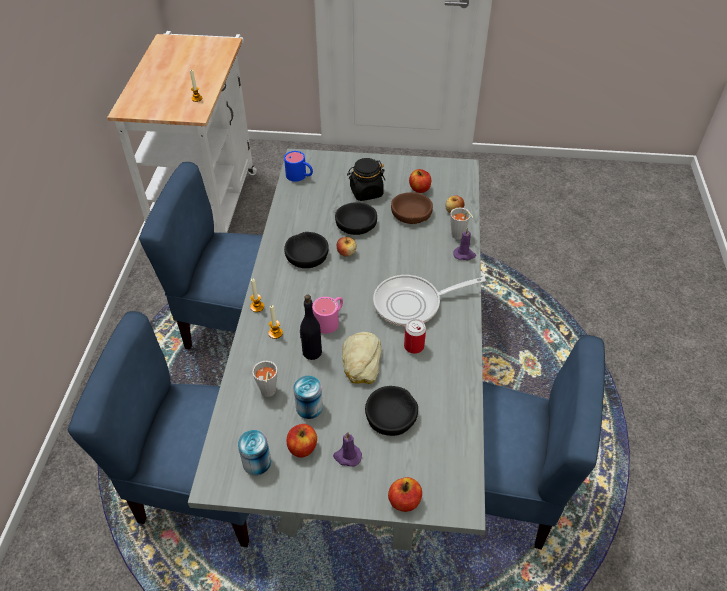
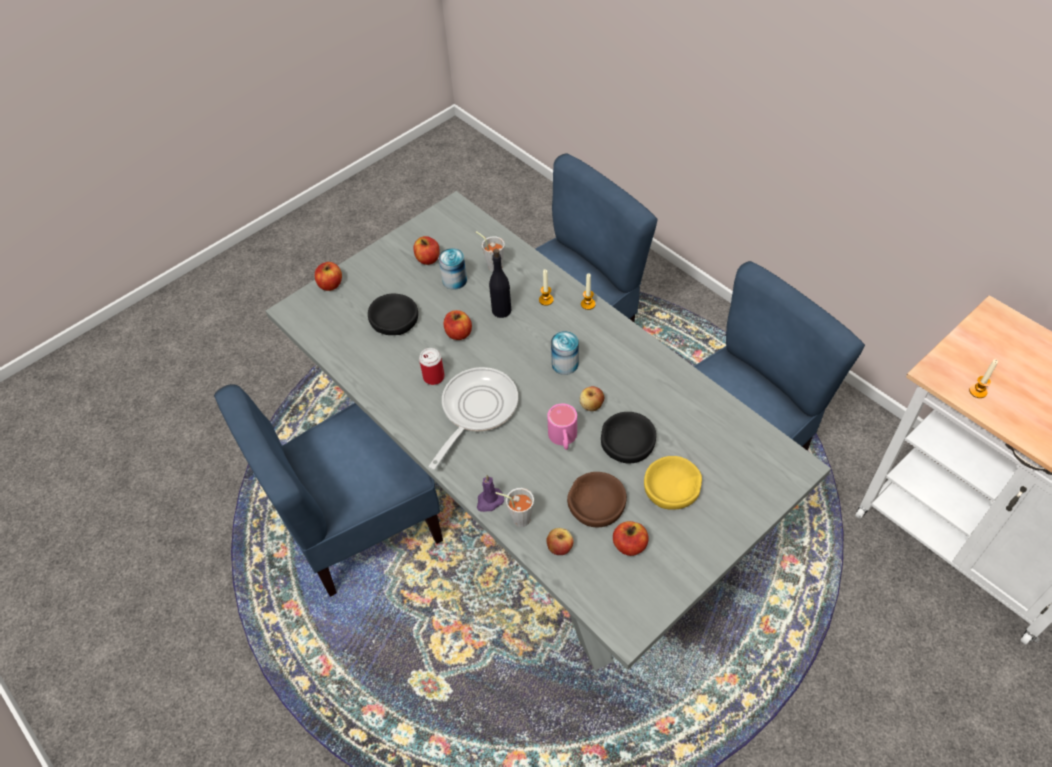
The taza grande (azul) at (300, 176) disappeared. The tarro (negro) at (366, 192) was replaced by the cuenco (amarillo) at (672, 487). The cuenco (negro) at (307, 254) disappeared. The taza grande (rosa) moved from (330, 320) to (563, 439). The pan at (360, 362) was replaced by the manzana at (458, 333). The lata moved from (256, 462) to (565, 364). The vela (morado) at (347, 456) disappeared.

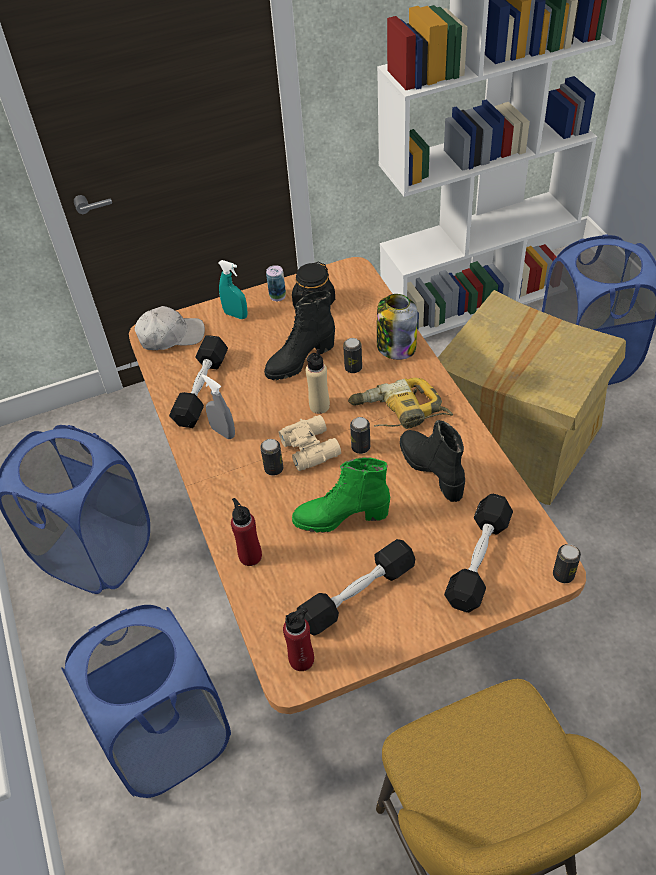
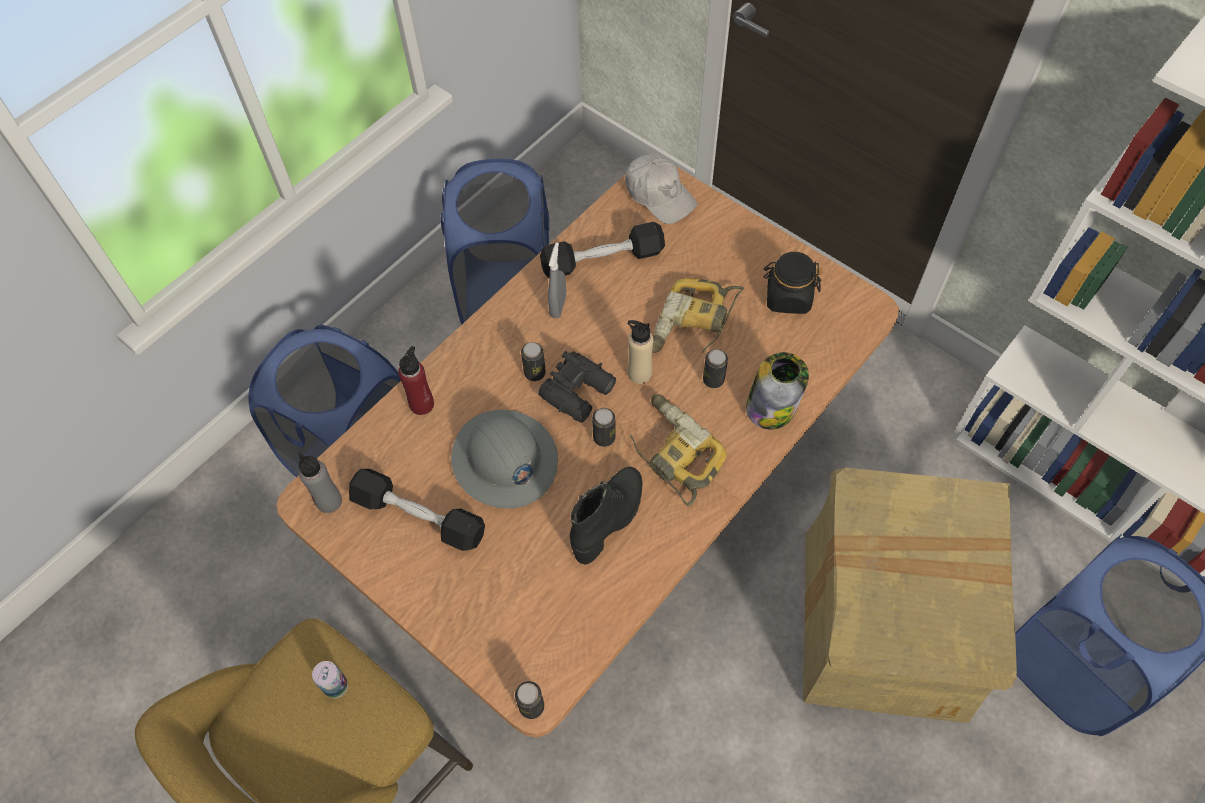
The pulverizador (turquesa) at (236, 315) disappeared. The lata moved from (277, 296) to (336, 686). The bota (negro) at (300, 360) was replaced by the taladro at (694, 325). The prismáticos (beis) at (311, 447) became the prismáticos (negro) at (580, 392). The bota (verde) at (341, 517) was replaced by the casco (gris) at (504, 460). The mancuerna (negro) at (478, 560) disappeared. The botella (rojo) at (301, 659) became the botella (gris) at (329, 501).

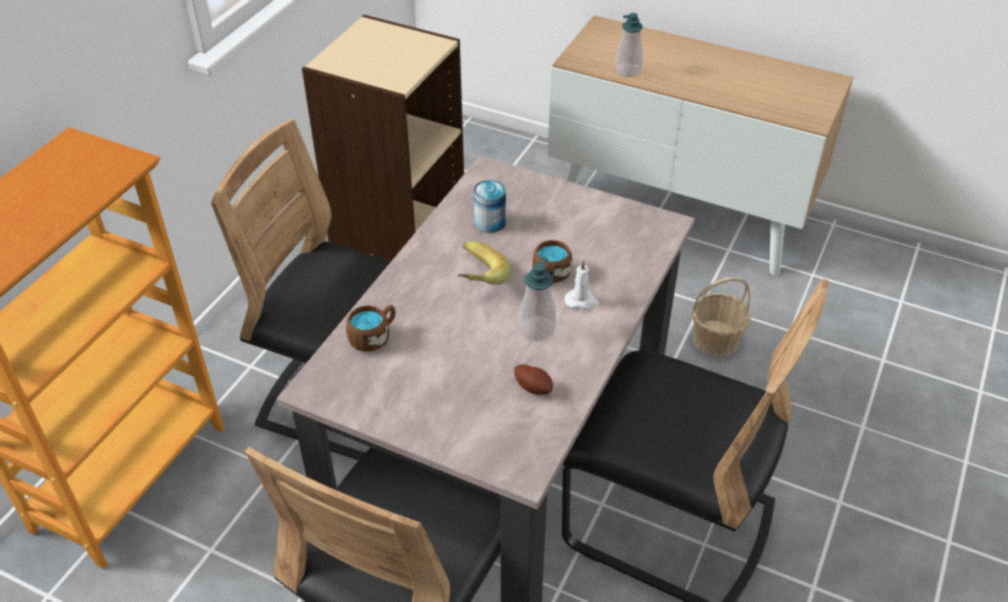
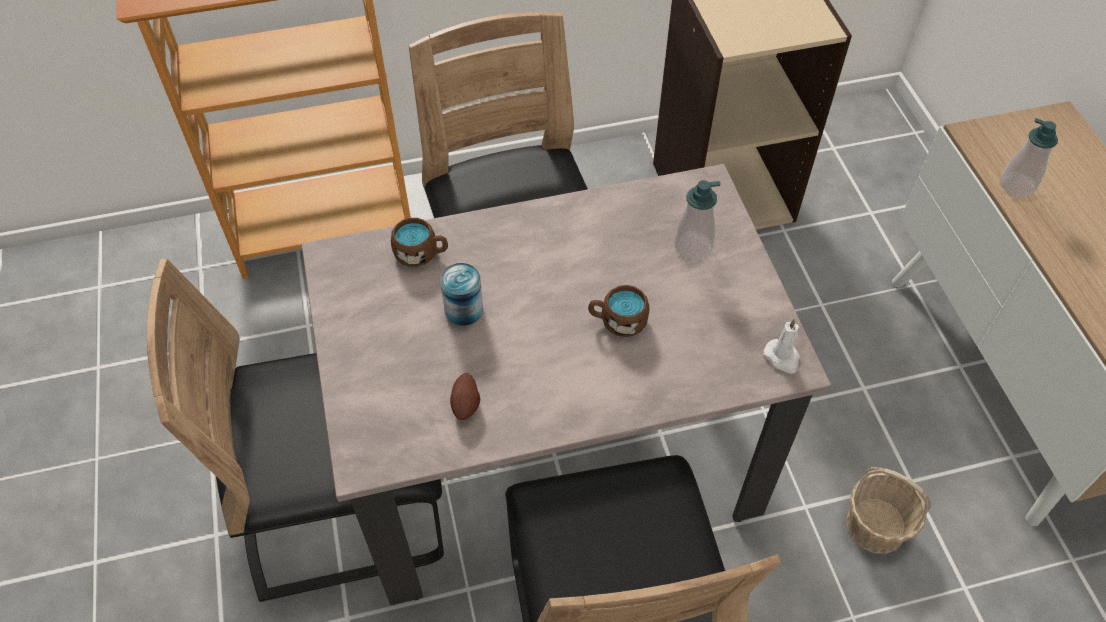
The lata moved from (490, 222) to (464, 309). The plátano at (475, 279) disappeared. The dispensador de jabón moved from (537, 329) to (693, 246). The vela (blanco) moved from (582, 301) to (782, 357).

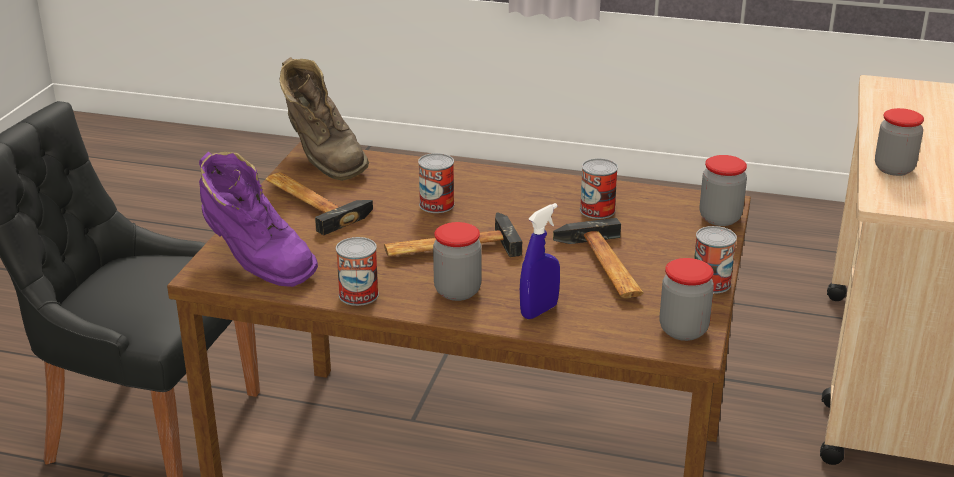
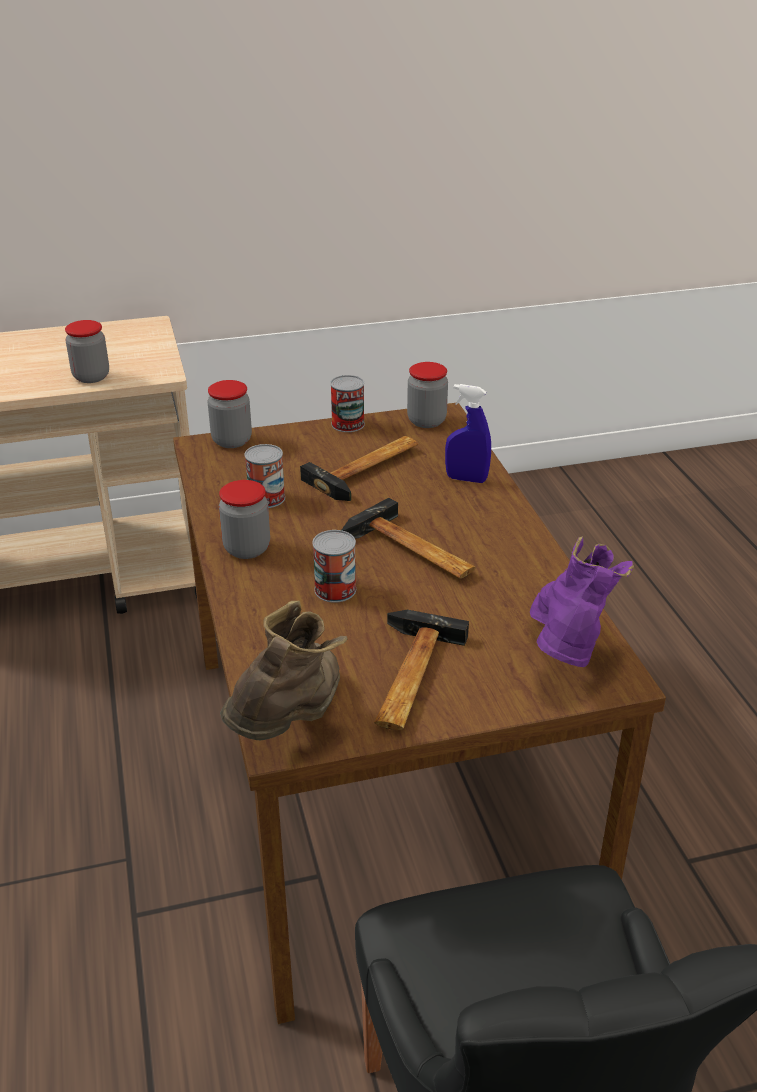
The tarro moved from (457, 291) to (247, 549). The lata at (358, 295) disappeared.

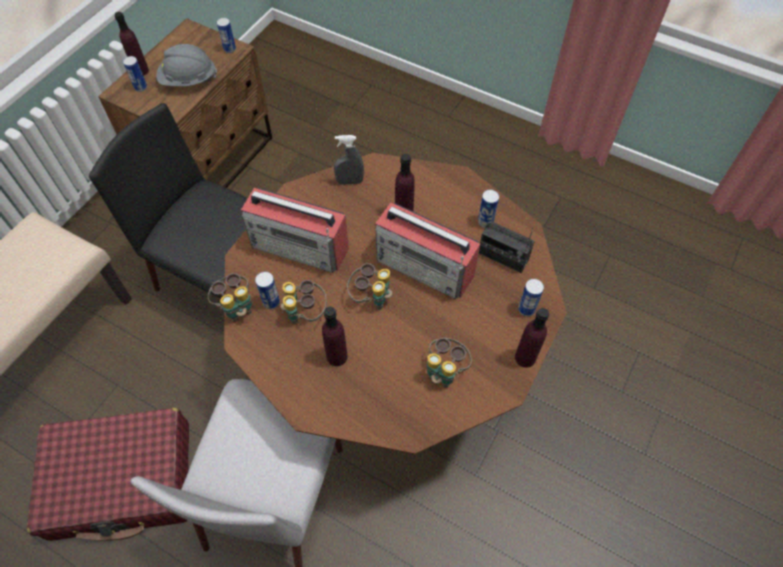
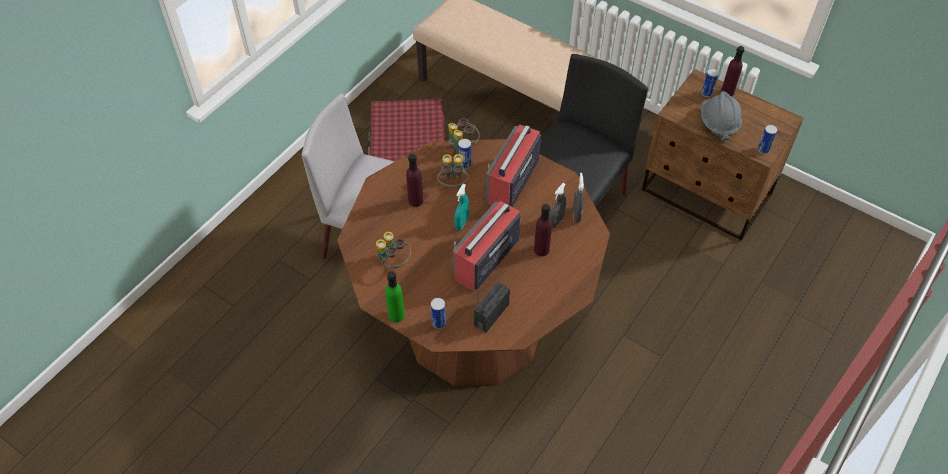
The lata at (485, 222) disappeared. The prismáticos at (371, 297) was replaced by the pulverizador (turquesa) at (461, 223). The botella (morado) at (525, 357) became the botella (verde) at (396, 315). The pulverizador (gris) at (556, 221) appeared.

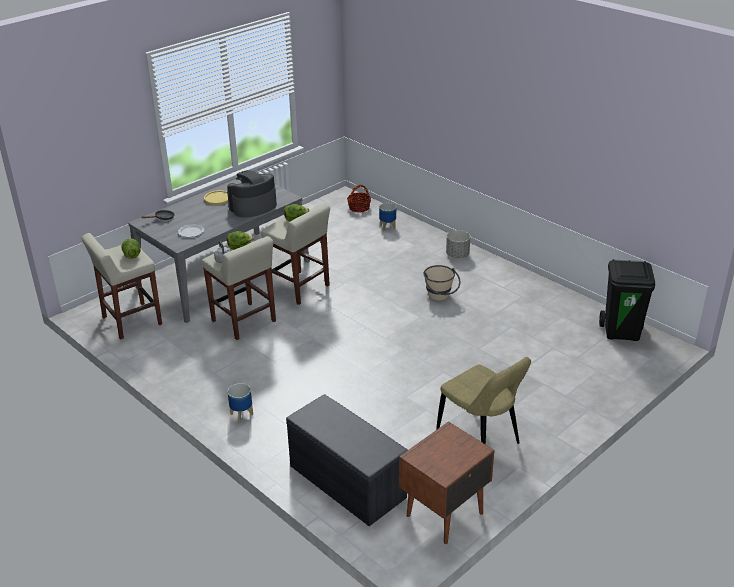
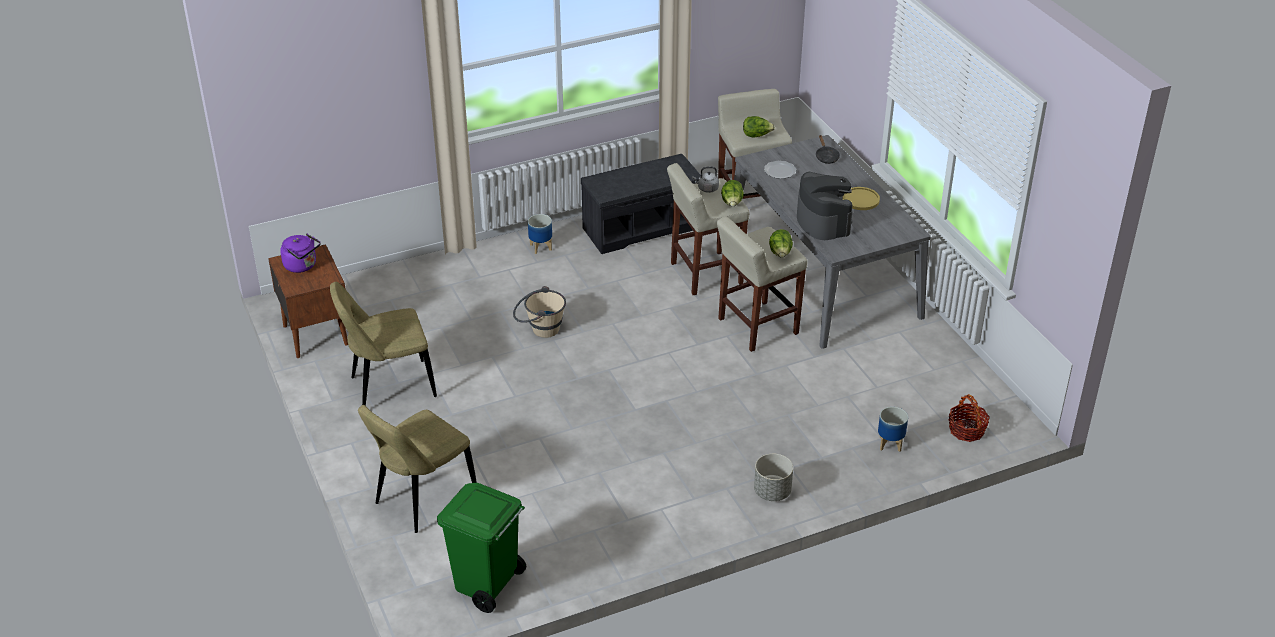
The papelera (negro) at (621, 332) became the papelera (verde) at (487, 586). The cubo (beis) moved from (440, 297) to (540, 329). The banco (gris) moved from (345, 481) to (642, 227). The hervidor (morado) at (302, 266) appeared. The silla (beis) at (422, 500) appeared.

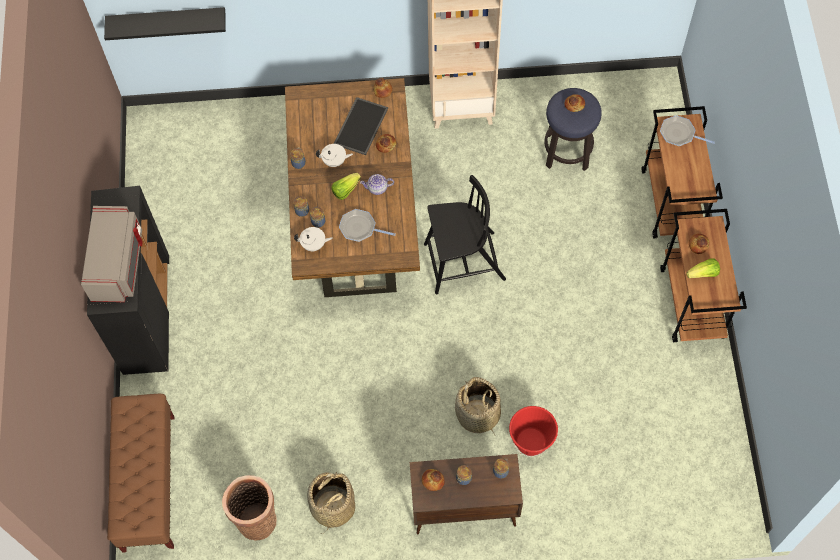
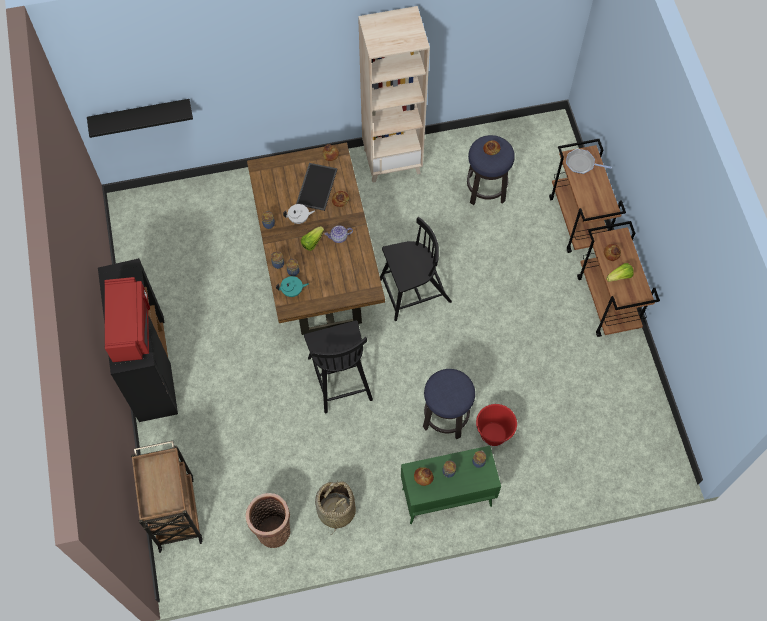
The microondas (gris) at (118, 264) became the microondas (rojo) at (131, 327). The sartén at (360, 228) disappeared. The tetera (blanco) at (314, 244) became the tetera (turquesa) at (292, 291). The cesta at (478, 414) was replaced by the taburete at (446, 417). The banco (marrón) at (149, 482) was replaced by the carrito (marrón) at (176, 511). The armario (marrón) at (463, 509) became the armario (verde) at (446, 498). The silla (negro) at (339, 377) appeared.

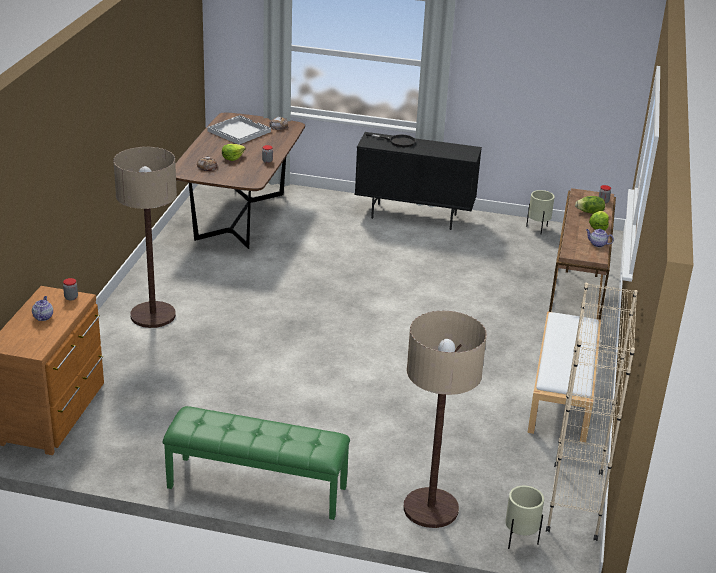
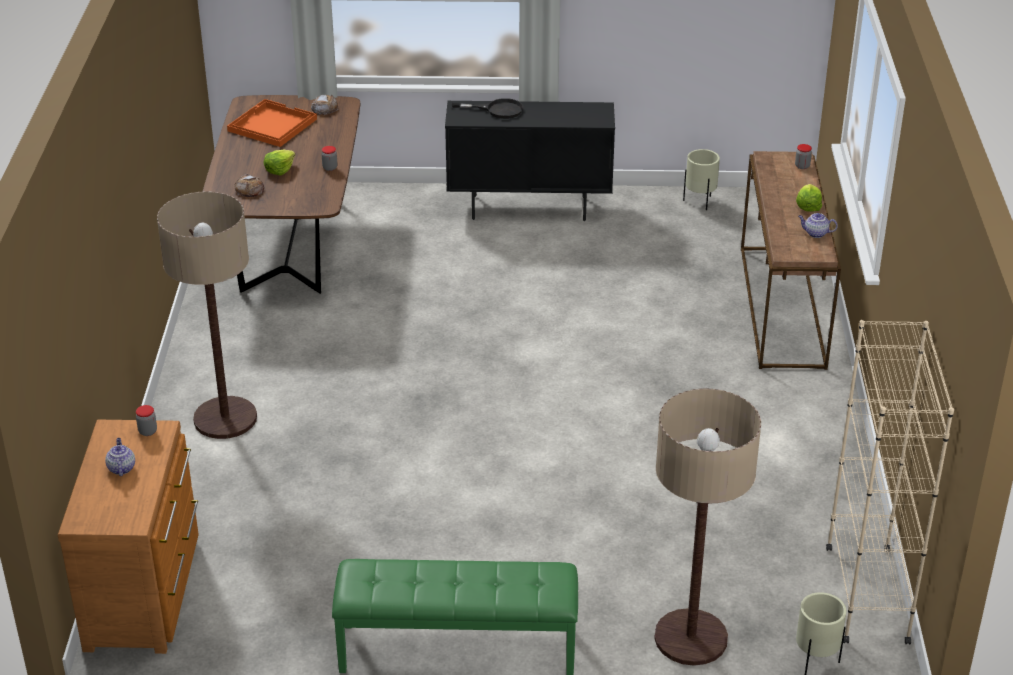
The bandeja (blanco) at (238, 131) became the bandeja (naranja) at (271, 125). The lechuga at (590, 212) disappeared. The banco (blanco) at (563, 393) disappeared.

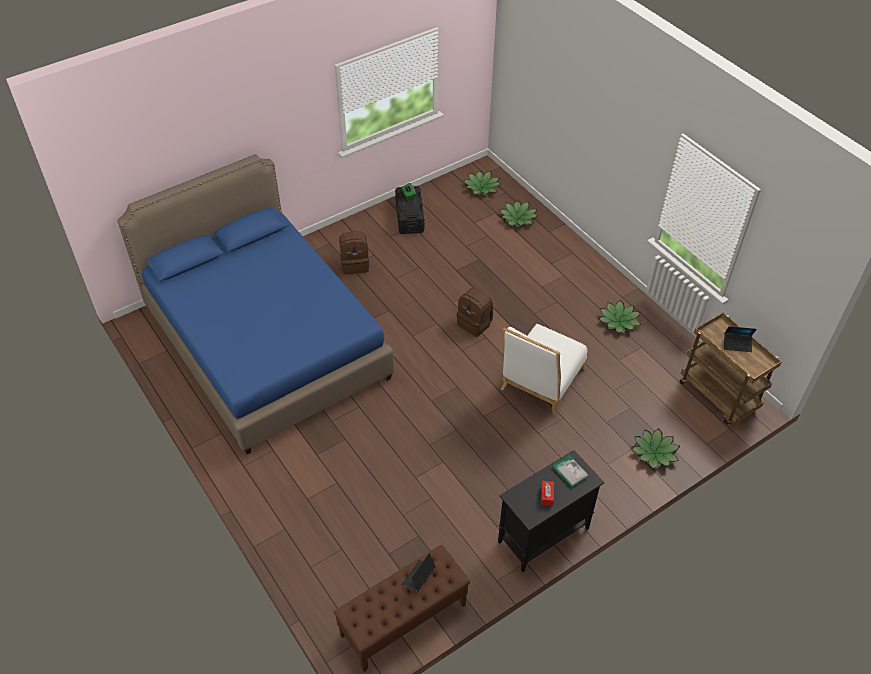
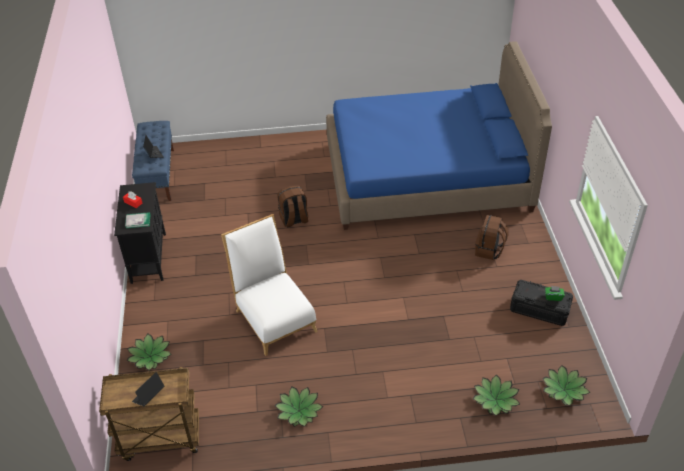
The mochila (marrón) moved from (475, 323) to (294, 220). The banco (marrón) at (403, 620) became the banco (azul) at (157, 175).

